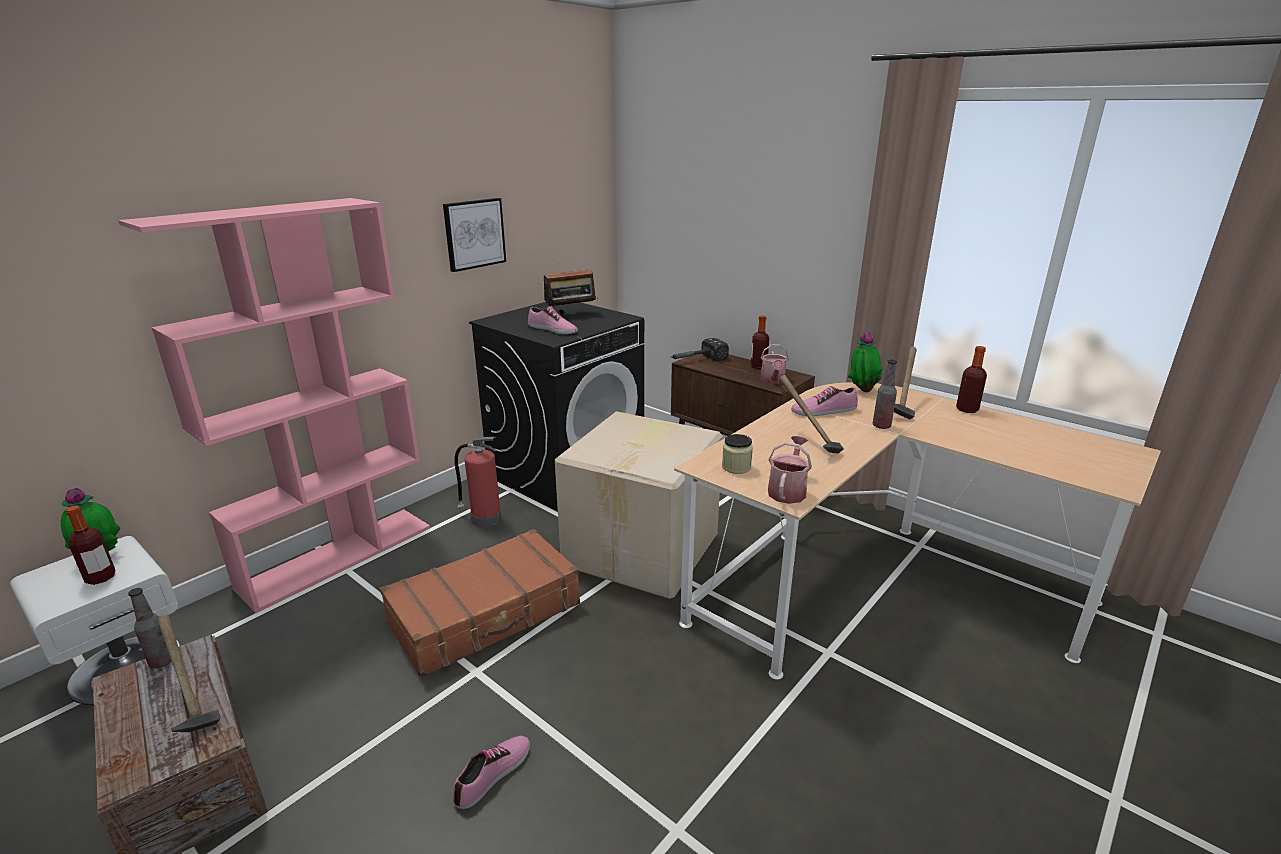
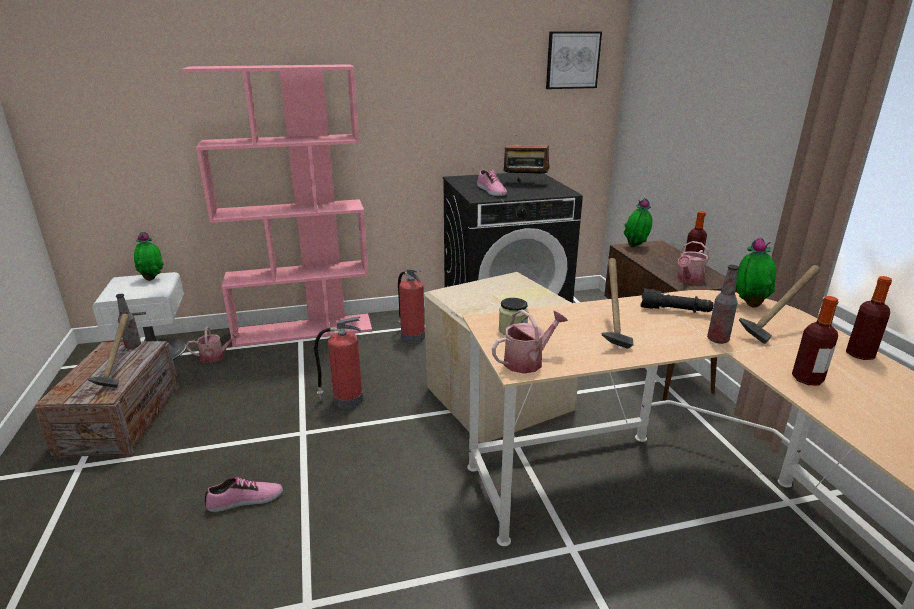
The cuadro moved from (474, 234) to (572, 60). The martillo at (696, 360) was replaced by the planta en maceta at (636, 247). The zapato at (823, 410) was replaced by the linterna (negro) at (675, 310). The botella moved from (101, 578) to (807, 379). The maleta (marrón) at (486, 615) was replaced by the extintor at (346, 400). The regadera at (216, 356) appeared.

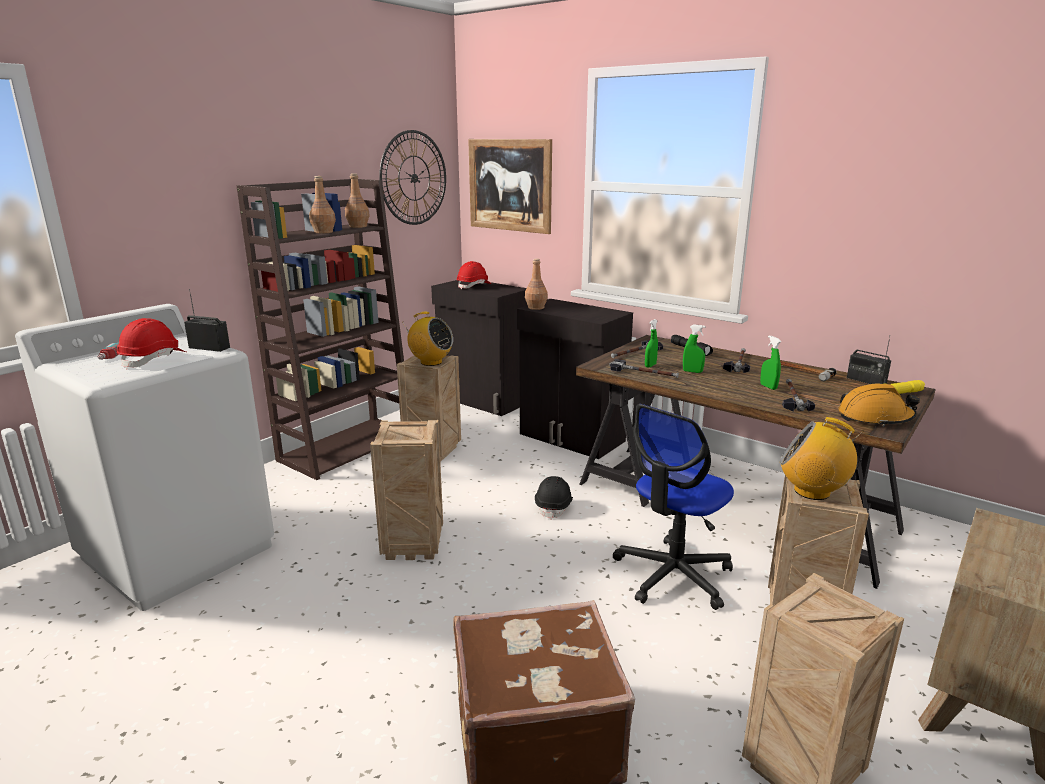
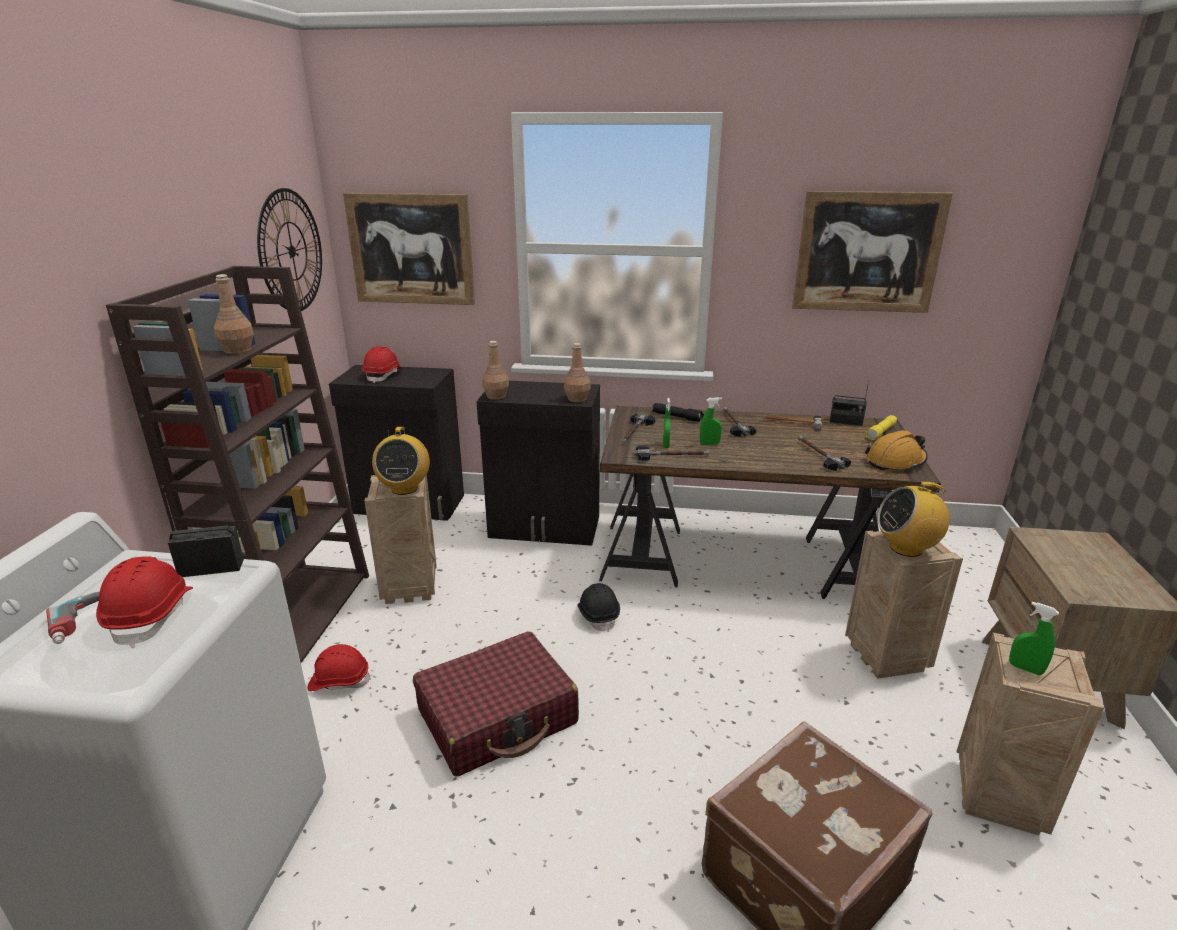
The botella (marrón) moved from (358, 226) to (577, 399). The radio at (430, 362) turned 90 degrees clockwise. The pulverizador (verde) moved from (768, 387) to (1025, 668). The silla de oficina at (673, 575) disappeared. The caja de embalaje at (414, 545) was replaced by the maleta (rojo) at (498, 717). The cuadro at (867, 252) appeared. The casco (rojo) at (339, 681) appeared.

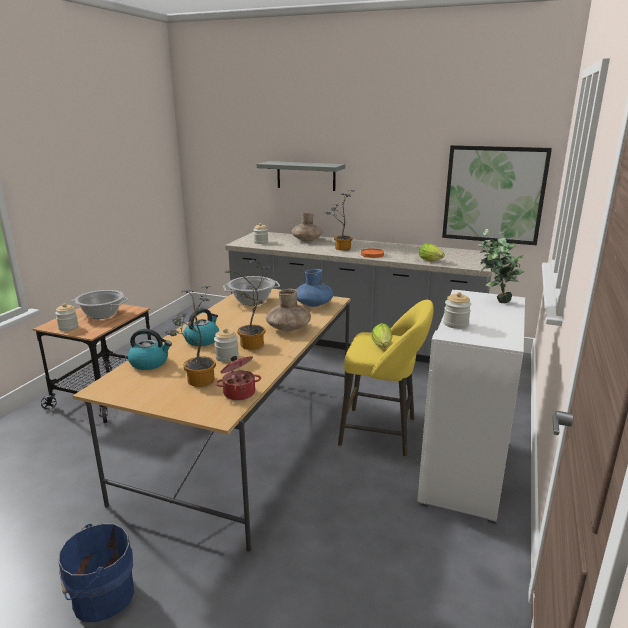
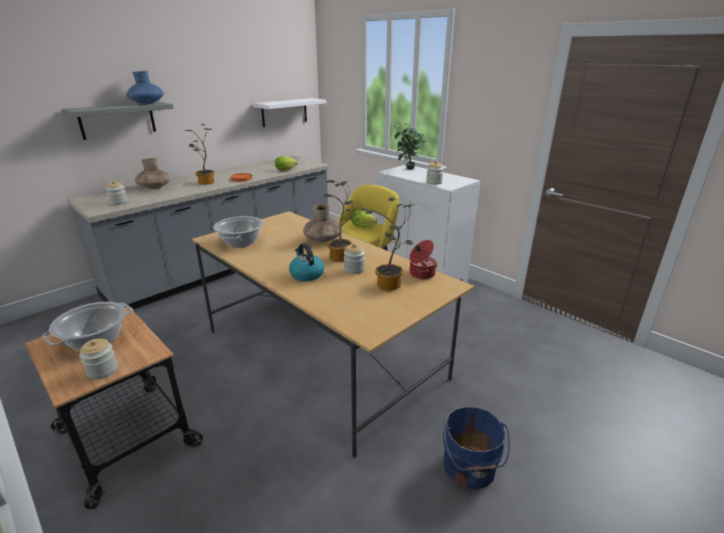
The cuadro at (493, 195) was replaced by the estante (blanco) at (284, 112). The florero (azul) moved from (313, 304) to (147, 103). The hervidor at (150, 363) disappeared.

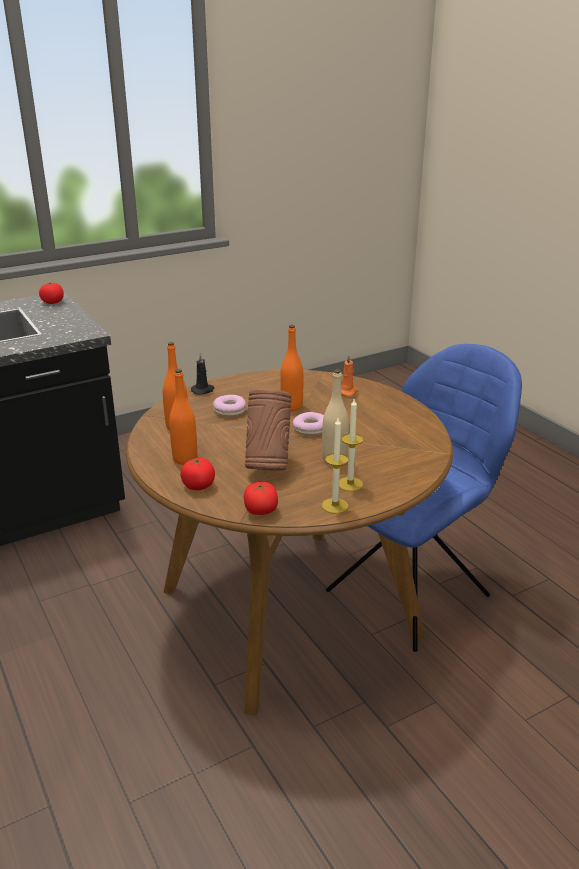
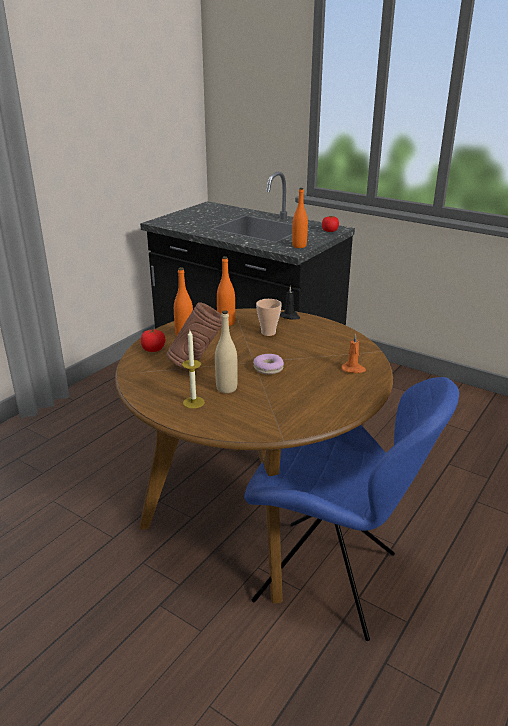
The botella (naranja) moved from (291, 407) to (299, 246). The rosquilla at (229, 410) was replaced by the taza at (268, 333). The vela at (335, 506) disappeared. The tomate at (260, 511) disappeared.

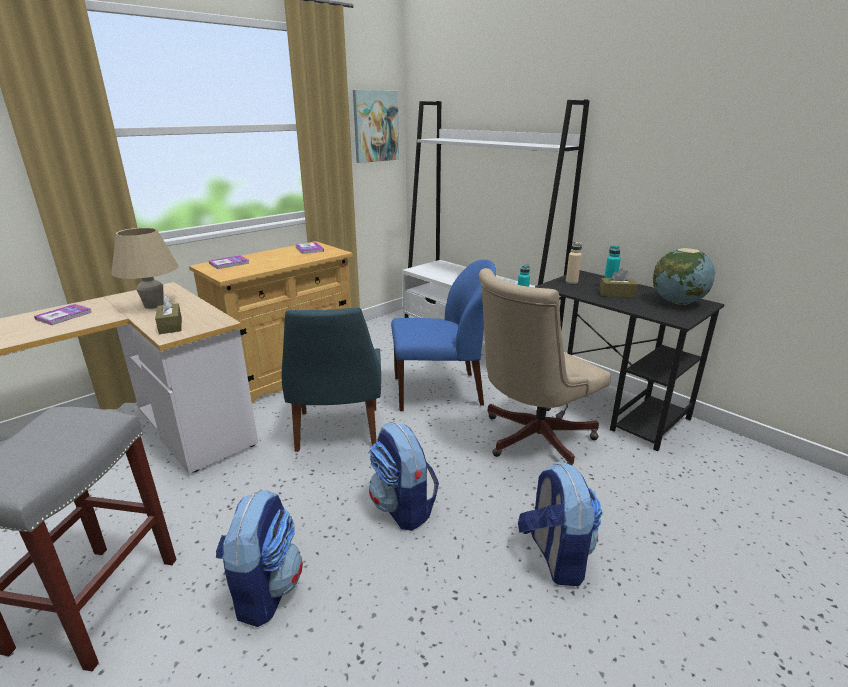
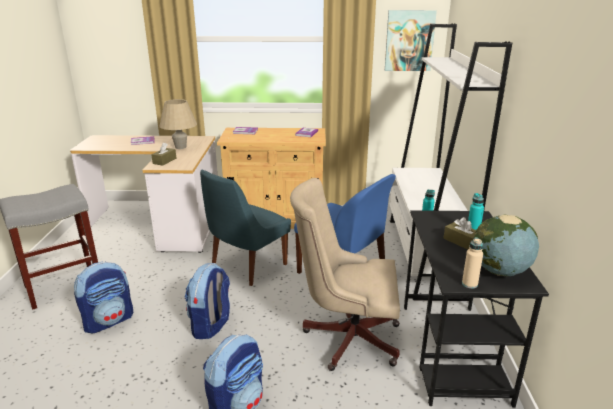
The botella (beis) moved from (571, 282) to (469, 284).

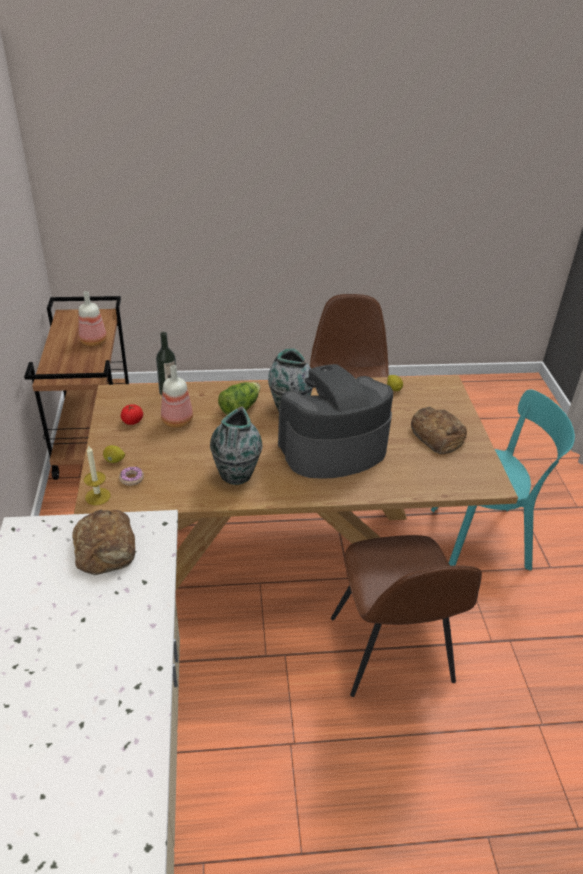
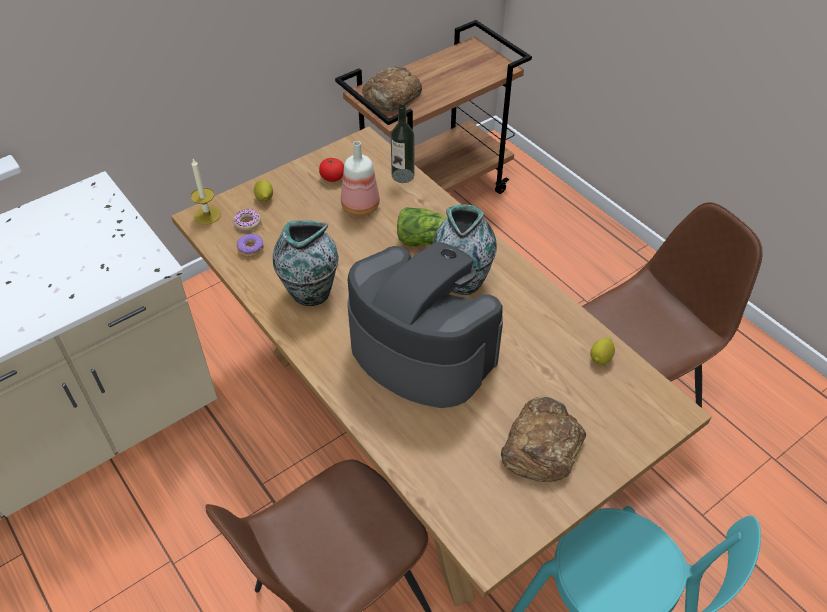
The botella at (94, 342) disappeared. The pan moved from (106, 548) to (391, 96). The rosquilla at (251, 249) appeared.

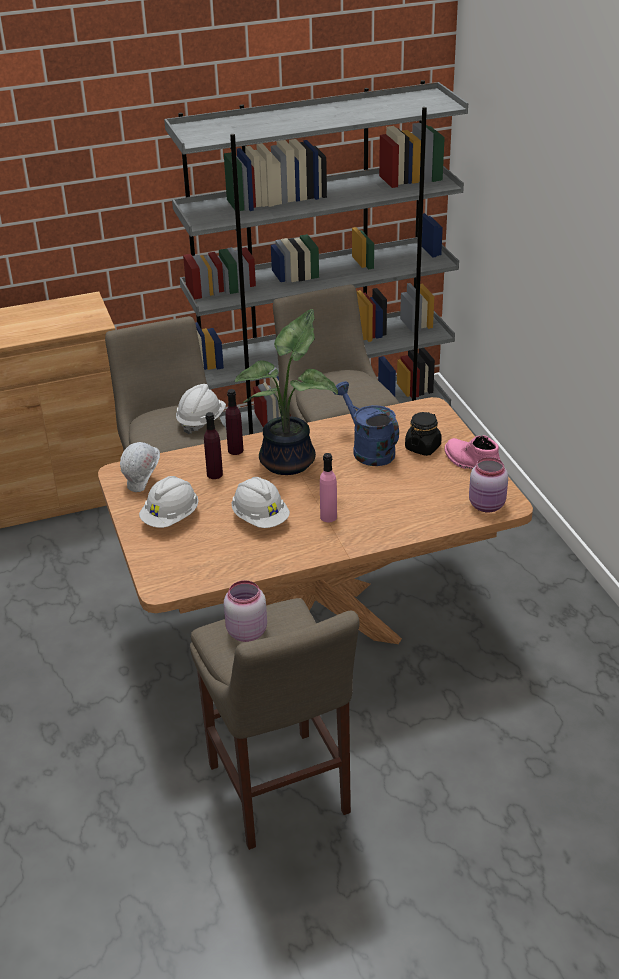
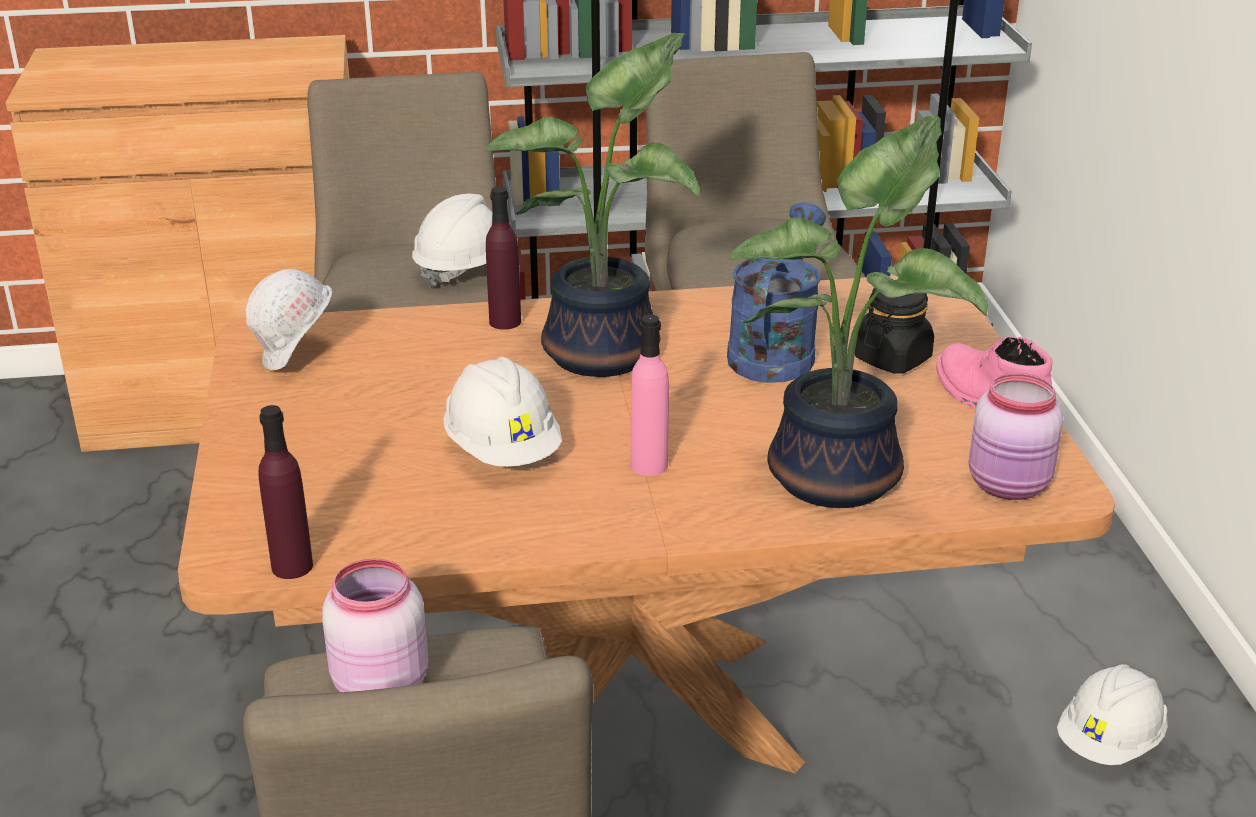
The regadera (azul) at (368, 449) turned 45 degrees clockwise. The botella (morado) moved from (214, 474) to (292, 566). The casco (blanco) moved from (171, 518) to (1109, 742). The planta en maceta at (843, 476) appeared.

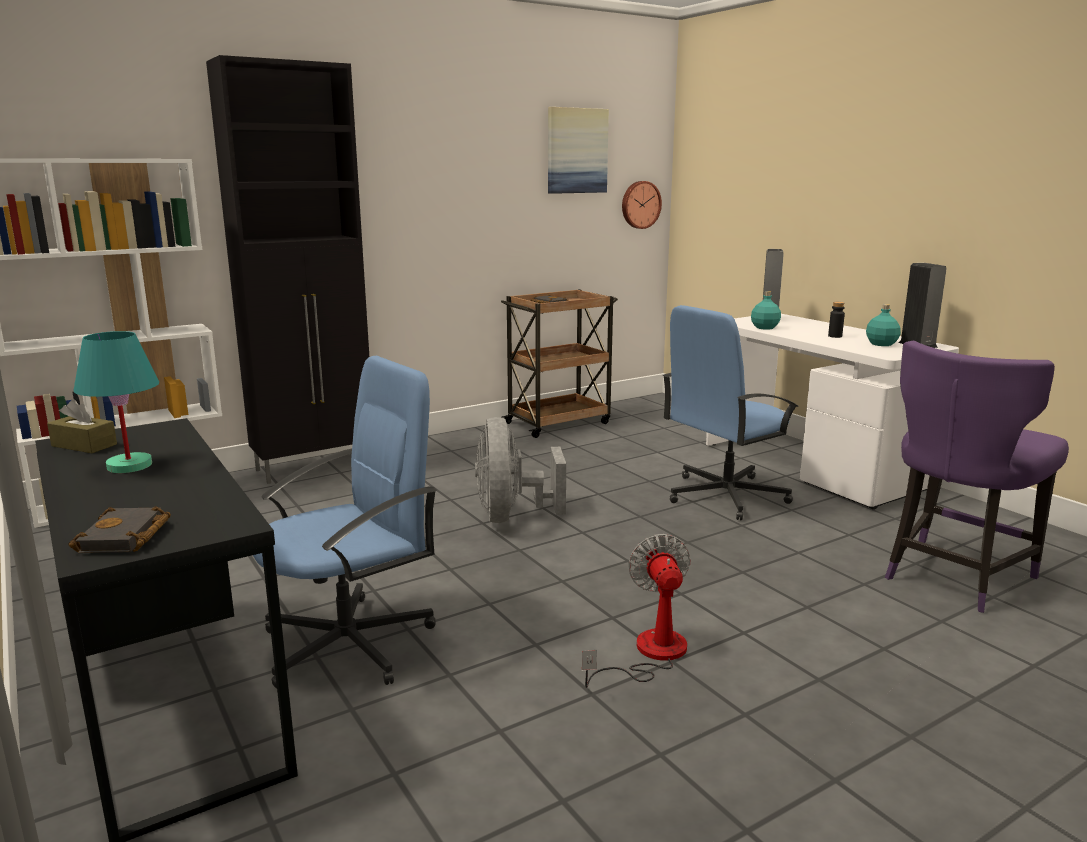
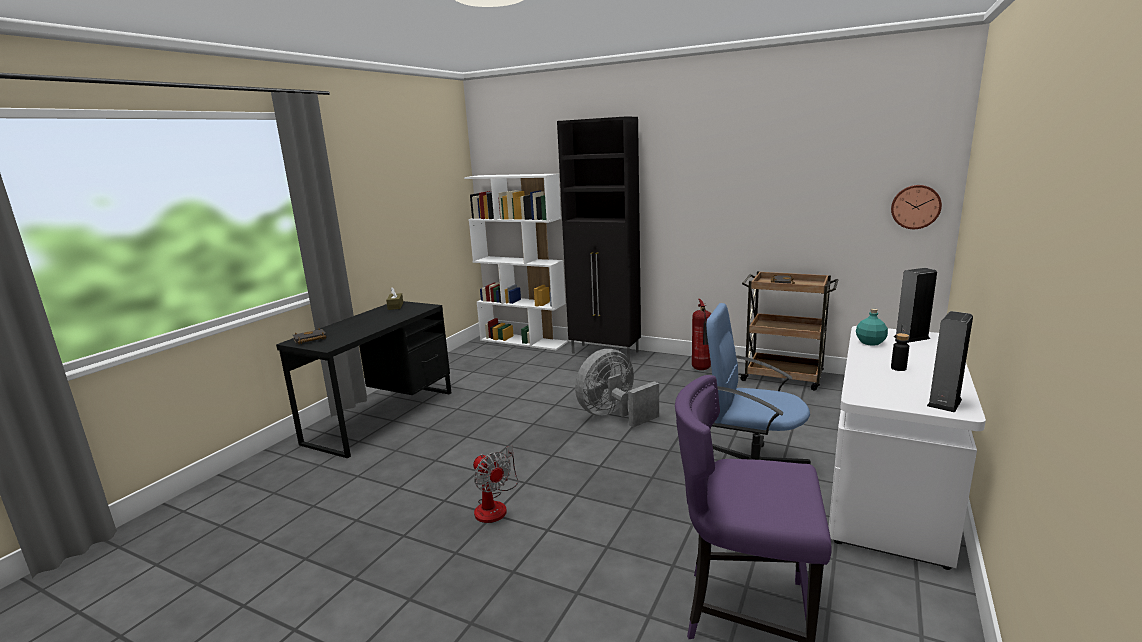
The cuadro at (576, 151) disappeared. The botella (turquesa) at (881, 344) disappeared. The lámpara de mesa (turquesa) at (130, 465) disappeared. The silla de oficina (azul) at (351, 643) disappeared. The ventilador at (649, 654) turned 90 degrees clockwise. The extintor at (702, 369) appeared.

